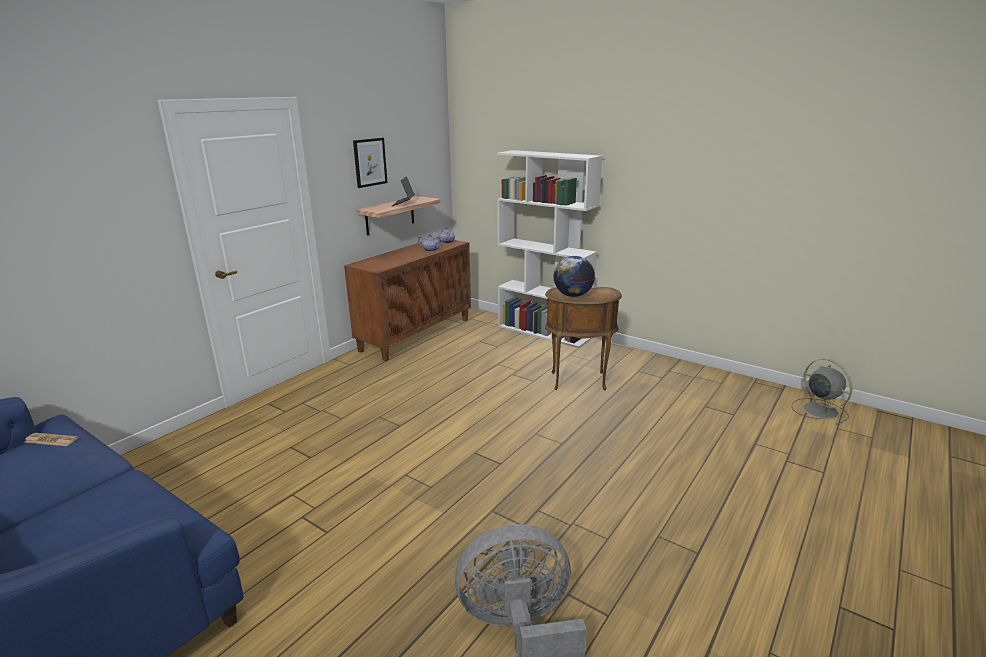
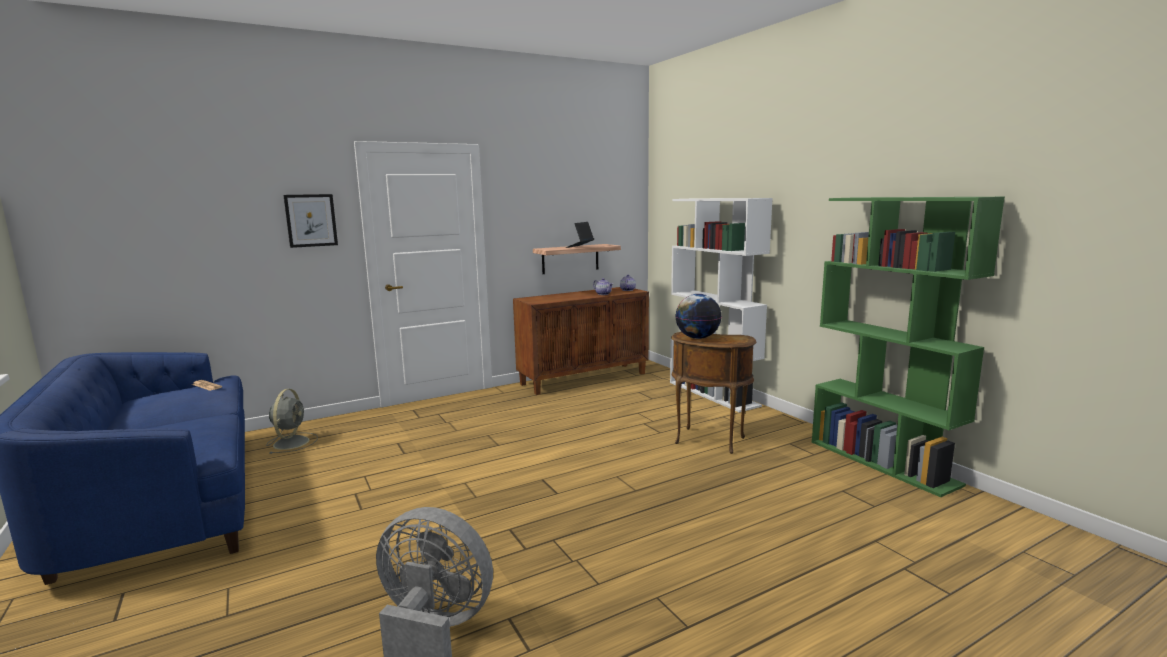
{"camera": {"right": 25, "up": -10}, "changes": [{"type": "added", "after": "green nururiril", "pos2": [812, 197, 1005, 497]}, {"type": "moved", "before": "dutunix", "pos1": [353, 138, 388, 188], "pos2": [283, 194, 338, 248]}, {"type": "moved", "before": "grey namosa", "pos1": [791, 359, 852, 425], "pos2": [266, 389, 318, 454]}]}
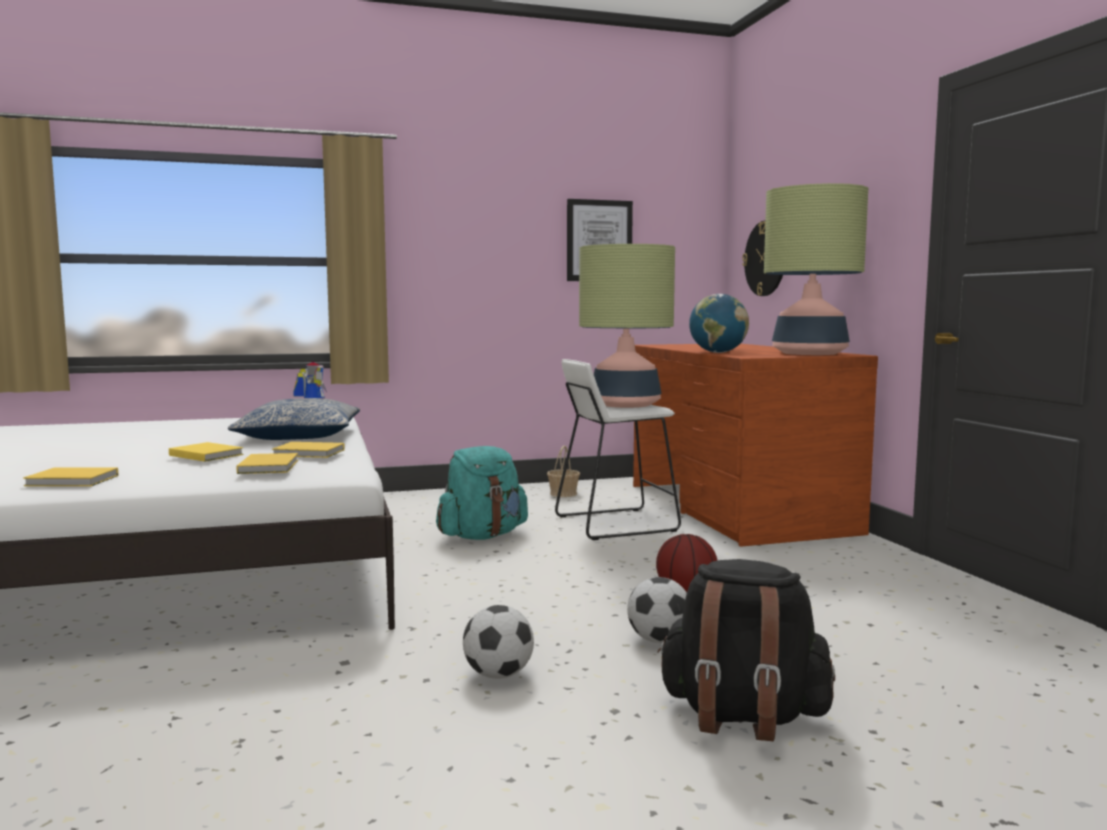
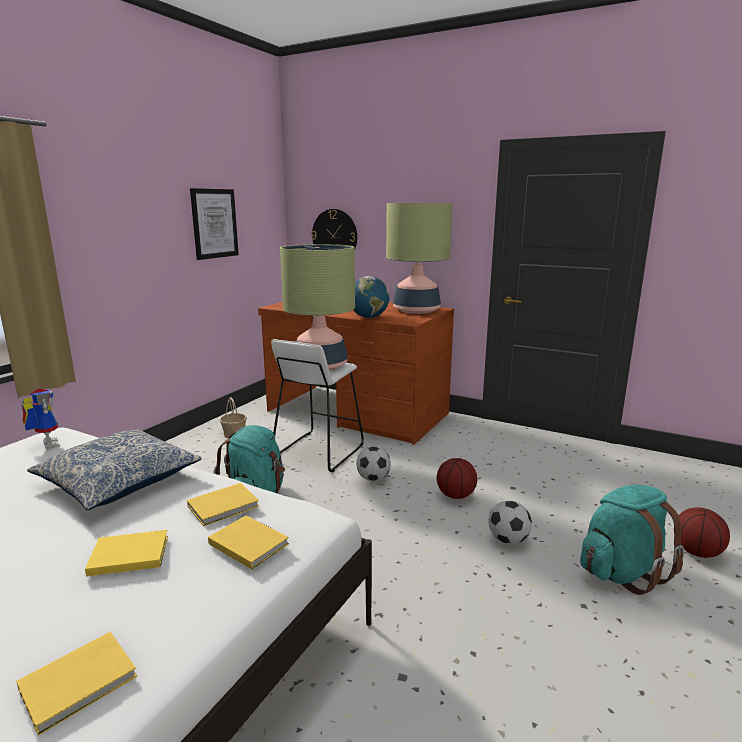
{"camera": {"right": -45, "up": 10}, "changes": [{"type": "added", "after": "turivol", "pos2": [674, 507, 730, 558]}, {"type": "moved", "before": "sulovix", "pos1": [463, 605, 534, 679], "pos2": [356, 446, 391, 481]}, {"type": "recoloured", "before": "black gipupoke", "after": "turquoise gipupoke", "pos1": [657, 559, 835, 741], "pos2": [580, 485, 684, 595]}]}
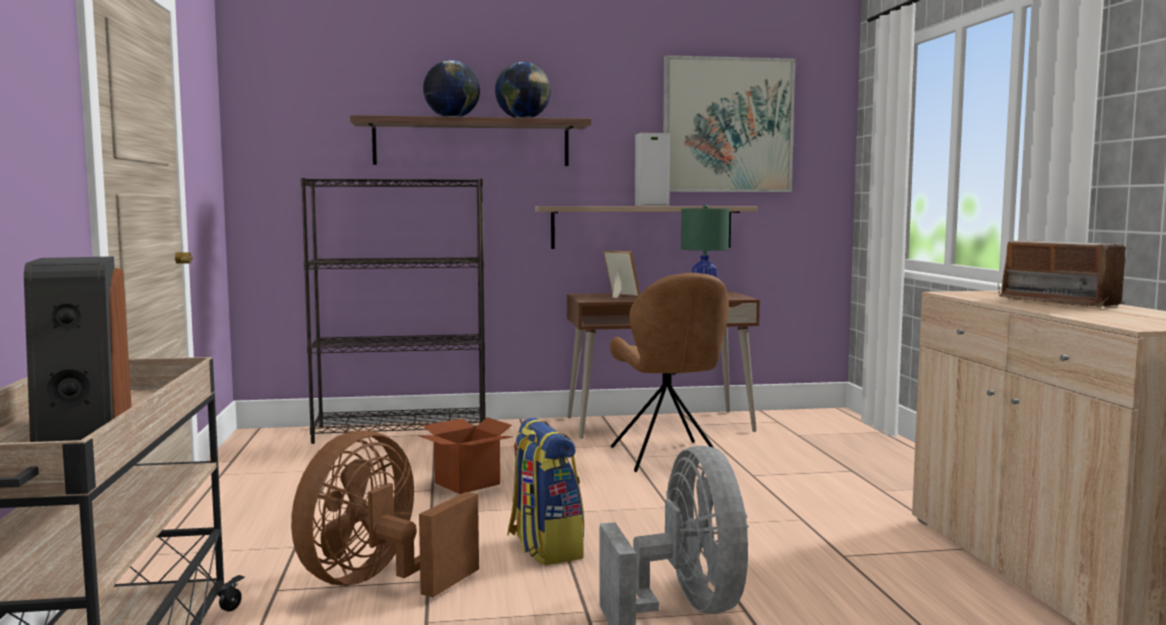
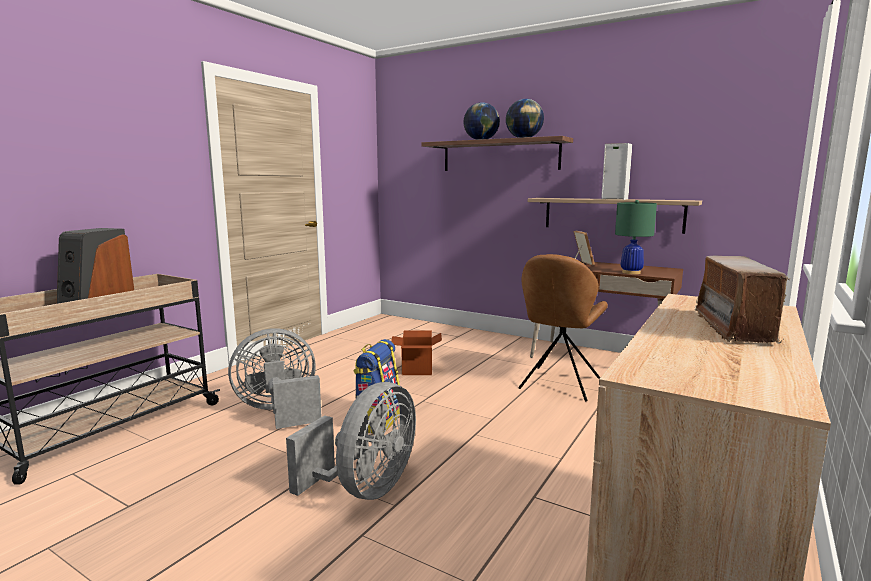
{"camera": {"right": 40, "up": 5}, "changes": [{"type": "removed", "before": "black nururiril", "pos1": [301, 178, 486, 444]}, {"type": "removed", "before": "dutunix", "pos1": [663, 55, 795, 192]}, {"type": "recoloured", "before": "brown namosa", "after": "grey namosa", "pos1": [291, 430, 479, 597], "pos2": [228, 328, 322, 429]}]}
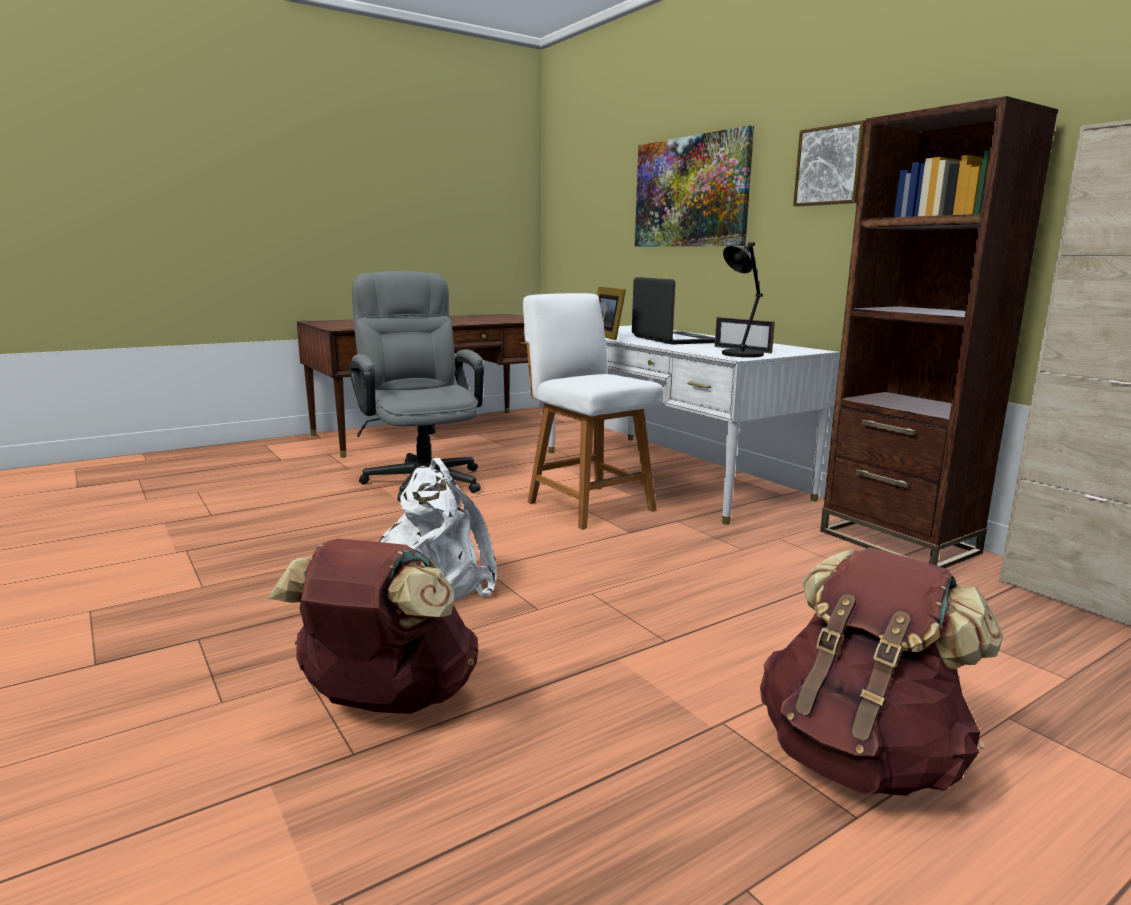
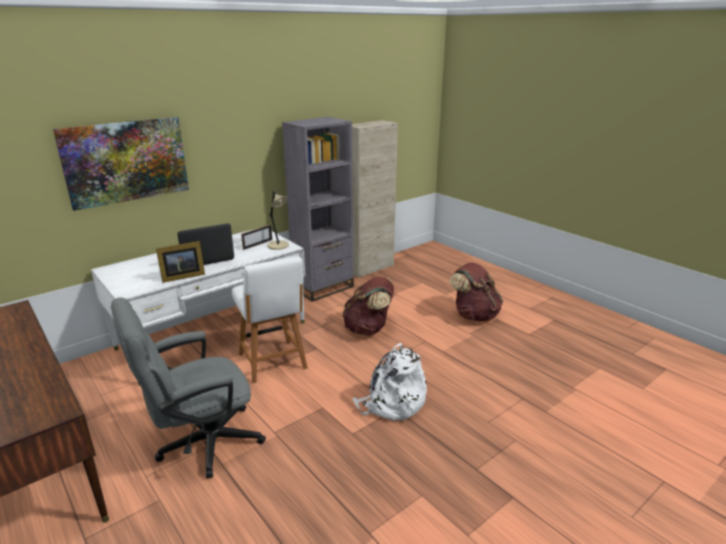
{"camera": {"right": -95, "up": 10}, "changes": [{"type": "removed", "before": "dutunix", "pos1": [793, 120, 866, 206]}, {"type": "moved", "before": "brown gipupoke", "pos1": [268, 539, 478, 714], "pos2": [342, 277, 394, 335]}, {"type": "recoloured", "before": "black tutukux", "after": "beige tutukux", "pos1": [722, 242, 764, 357], "pos2": [267, 191, 289, 250]}, {"type": "recoloured", "before": "brown nururiril", "after": "grey nururiril", "pos1": [820, 96, 1058, 568], "pos2": [282, 117, 354, 302]}, {"type": "turned", "before": "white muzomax", "pos1": [523, 293, 664, 529], "pos2": [232, 256, 308, 383], "turn": -75}]}
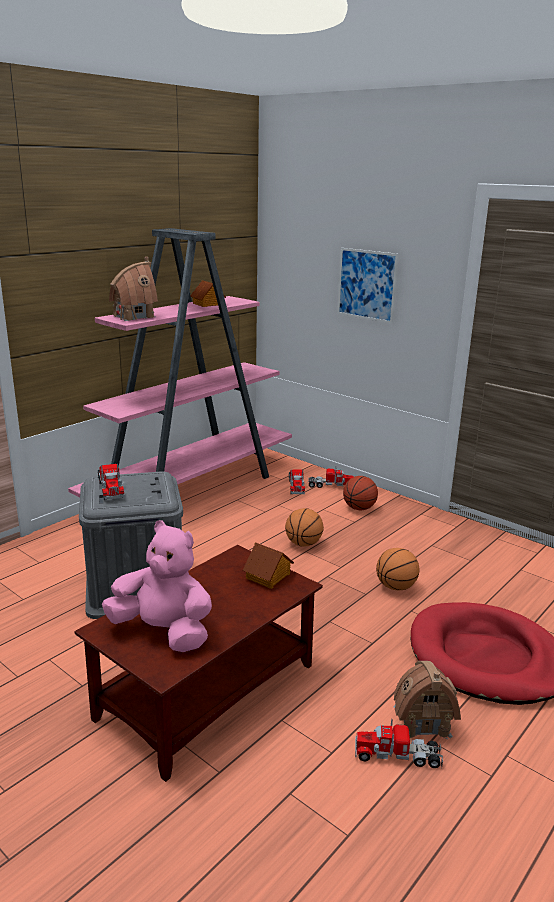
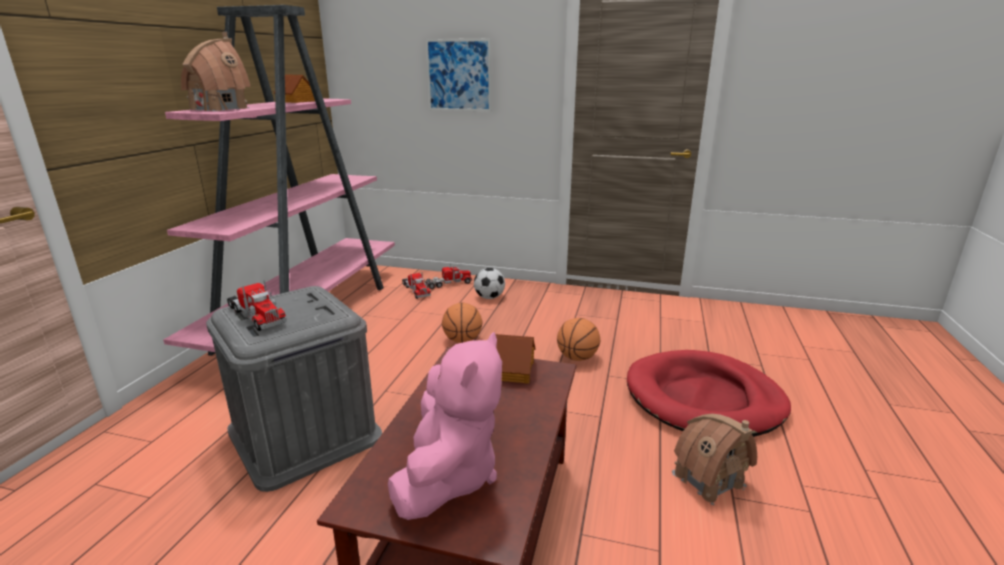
{"camera": {"right": -25, "up": 0}, "changes": [{"type": "removed", "before": "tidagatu", "pos1": [355, 719, 443, 768]}, {"type": "replaced", "before": "turivol", "after": "sulovix", "pos1": [343, 476, 378, 510], "pos2": [474, 268, 505, 299]}, {"type": "turned", "before": "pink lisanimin", "pos1": [102, 520, 212, 652], "pos2": [388, 332, 502, 520], "turn": 105}]}
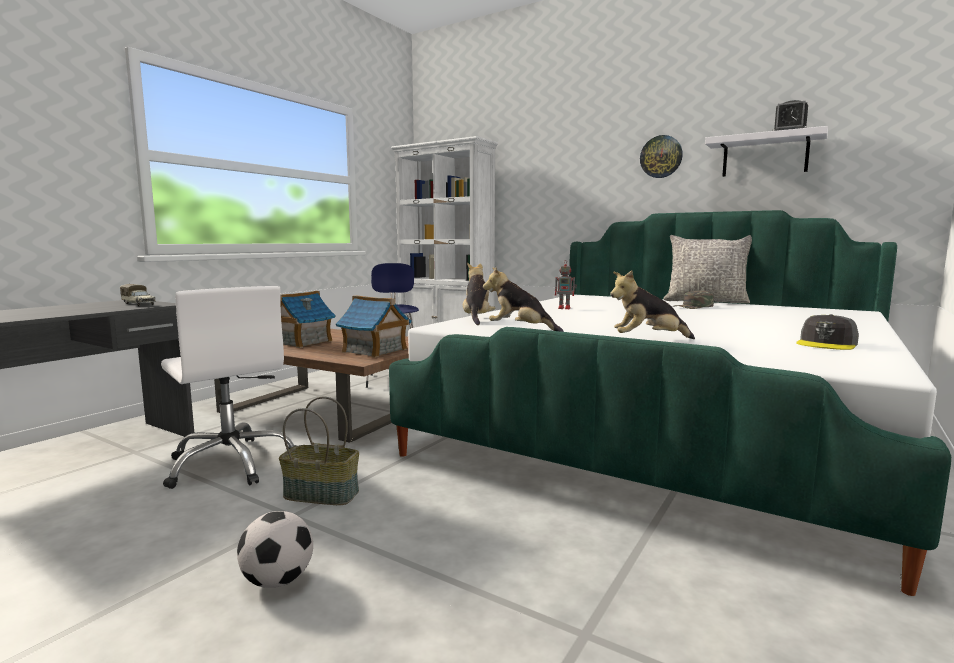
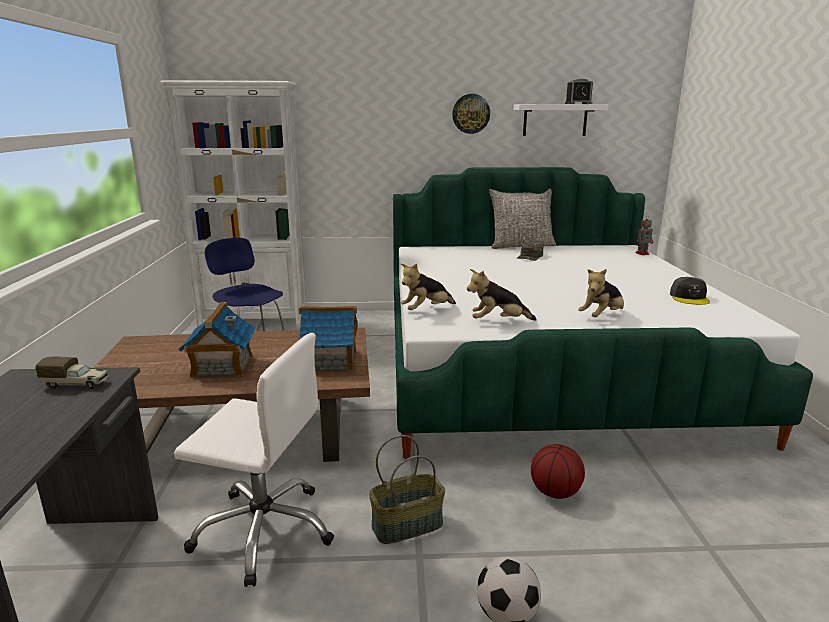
{"camera": {"right": -35, "up": 10}, "changes": [{"type": "added", "after": "turivol", "pos2": [531, 444, 585, 499]}, {"type": "moved", "before": "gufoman", "pos1": [555, 260, 577, 309], "pos2": [635, 215, 653, 255]}, {"type": "turned", "before": "lisanimin", "pos1": [463, 262, 495, 325], "pos2": [401, 264, 456, 310], "turn": -90}]}
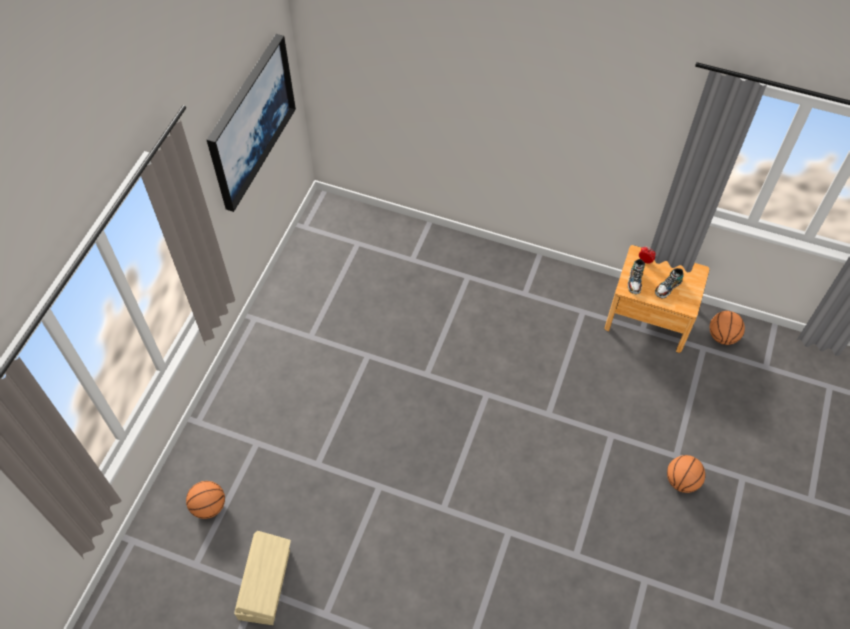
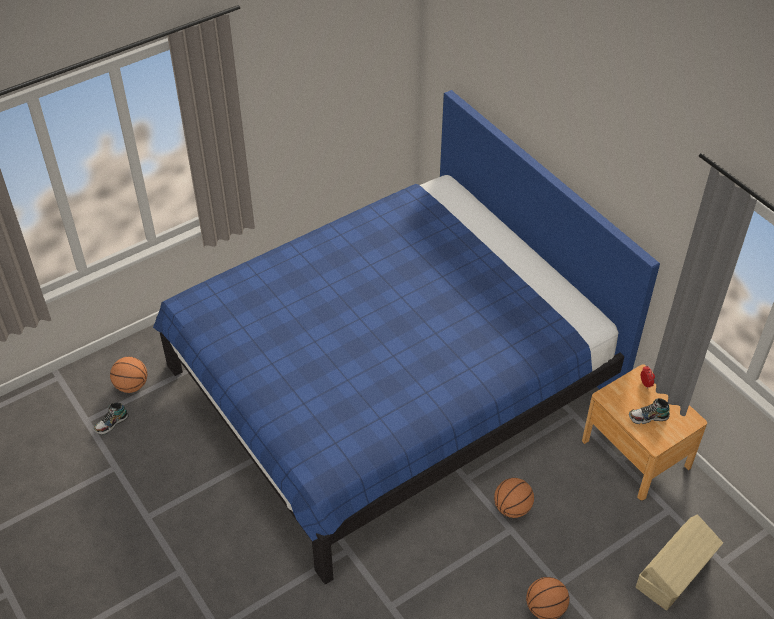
{"camera": {"right": 35, "up": -10}, "changes": [{"type": "removed", "before": "dutunix", "pos1": [207, 34, 296, 212]}, {"type": "added", "after": "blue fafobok", "pos2": [153, 90, 660, 584]}, {"type": "moved", "before": "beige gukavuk", "pos1": [234, 531, 291, 625], "pos2": [636, 515, 723, 611]}, {"type": "moved", "before": "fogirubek", "pos1": [628, 259, 645, 294], "pos2": [94, 403, 129, 435]}, {"type": "moved", "before": "turivol", "pos1": [710, 311, 745, 345], "pos2": [494, 478, 534, 518]}]}
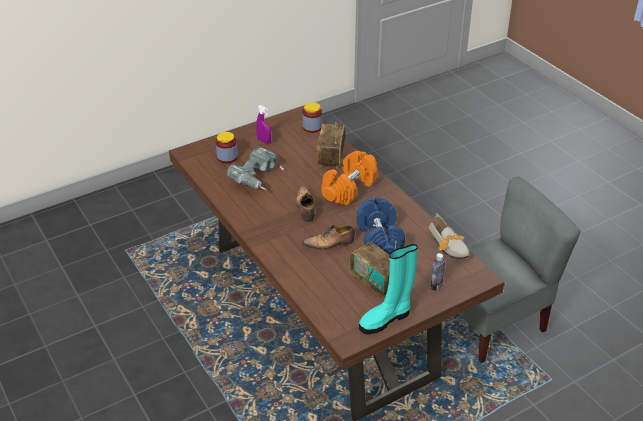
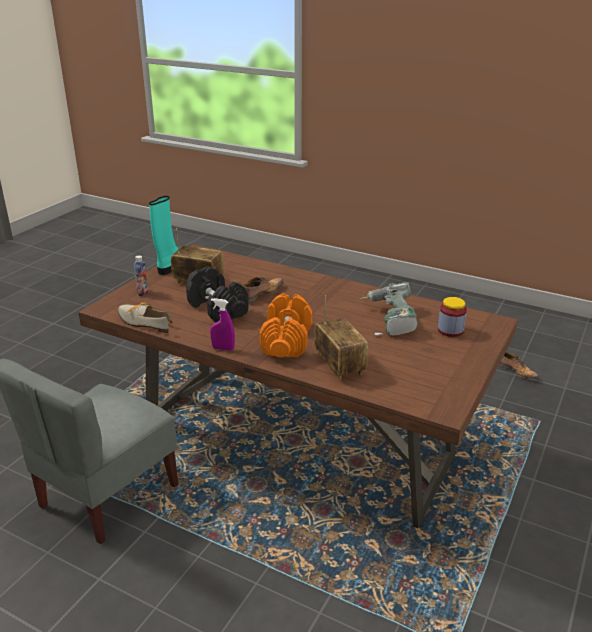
{"camera": {"right": 150, "up": -10}, "changes": [{"type": "removed", "before": "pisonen", "pos1": [303, 102, 322, 133]}, {"type": "moved", "before": "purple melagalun", "pos1": [256, 105, 271, 144], "pos2": [210, 298, 235, 351]}, {"type": "moved", "before": "fogirubek", "pos1": [296, 186, 315, 222], "pos2": [500, 352, 539, 380]}, {"type": "recoloured", "before": "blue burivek", "after": "black burivek", "pos1": [357, 197, 405, 254], "pos2": [186, 266, 248, 322]}]}
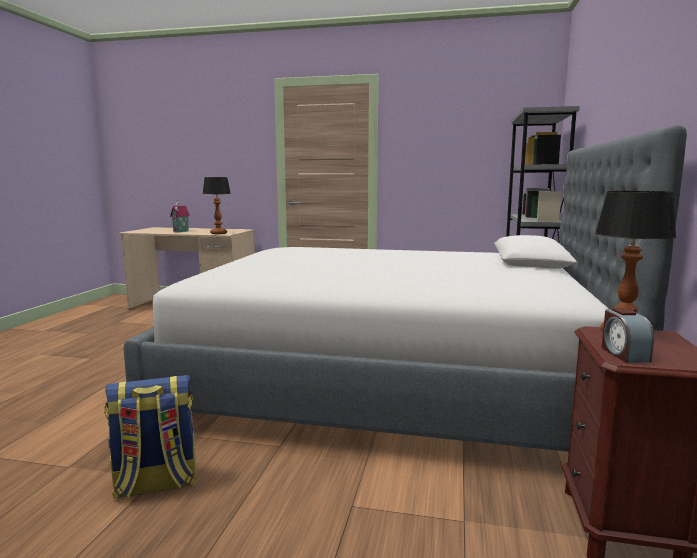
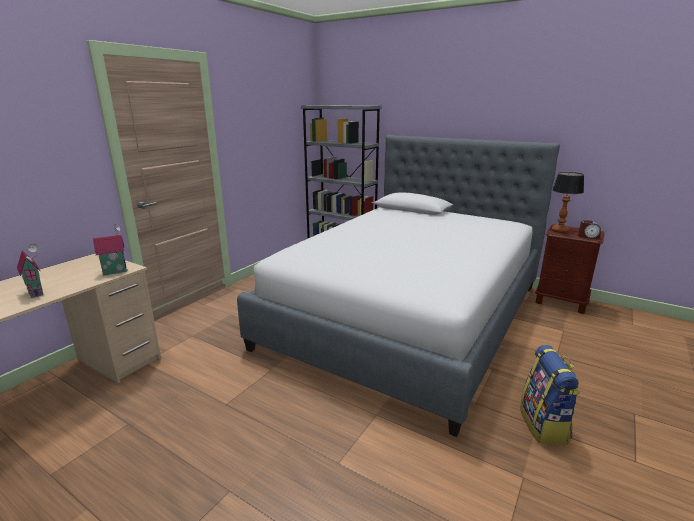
{"camera": {"right": -70, "up": 10}, "changes": [{"type": "replaced", "before": "tutukux", "after": "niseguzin", "pos1": [203, 177, 231, 234], "pos2": [93, 224, 128, 275]}]}
